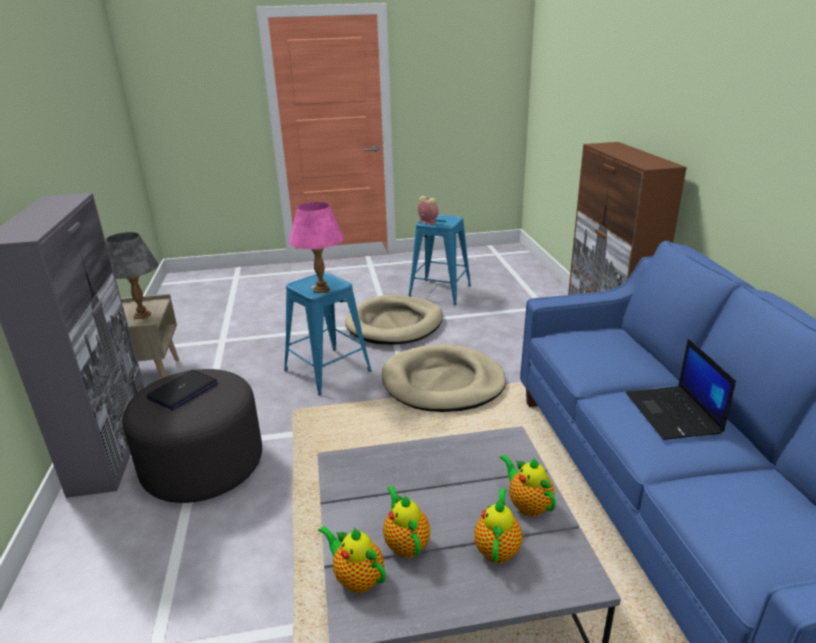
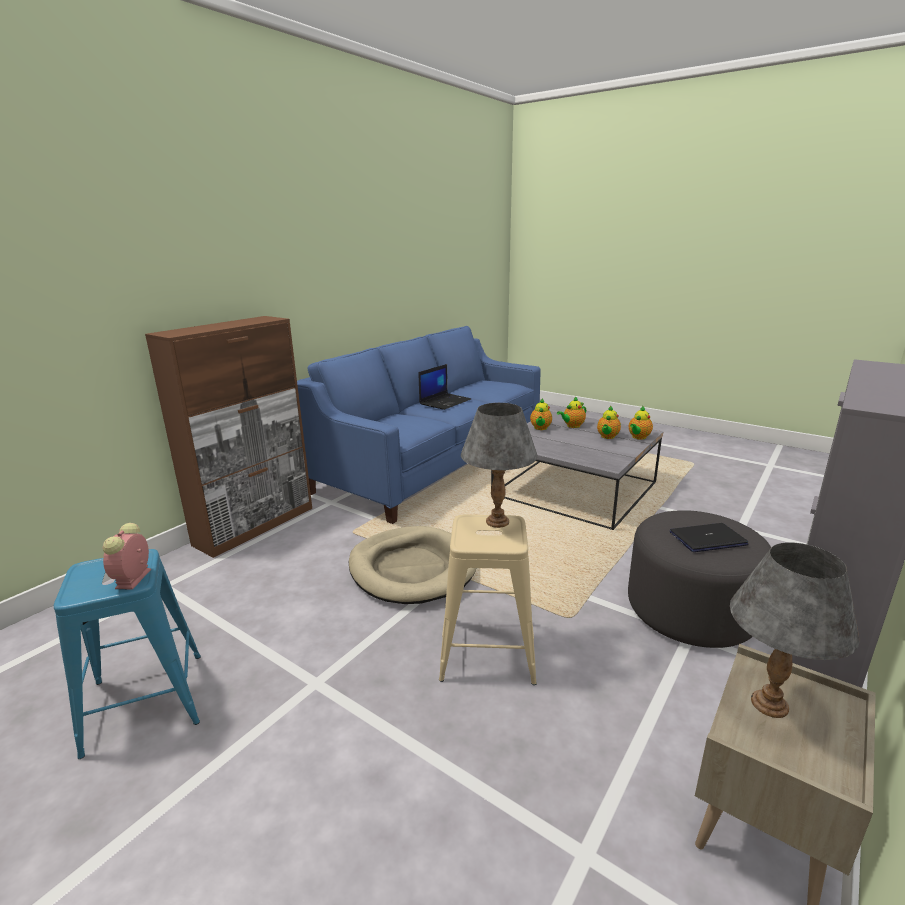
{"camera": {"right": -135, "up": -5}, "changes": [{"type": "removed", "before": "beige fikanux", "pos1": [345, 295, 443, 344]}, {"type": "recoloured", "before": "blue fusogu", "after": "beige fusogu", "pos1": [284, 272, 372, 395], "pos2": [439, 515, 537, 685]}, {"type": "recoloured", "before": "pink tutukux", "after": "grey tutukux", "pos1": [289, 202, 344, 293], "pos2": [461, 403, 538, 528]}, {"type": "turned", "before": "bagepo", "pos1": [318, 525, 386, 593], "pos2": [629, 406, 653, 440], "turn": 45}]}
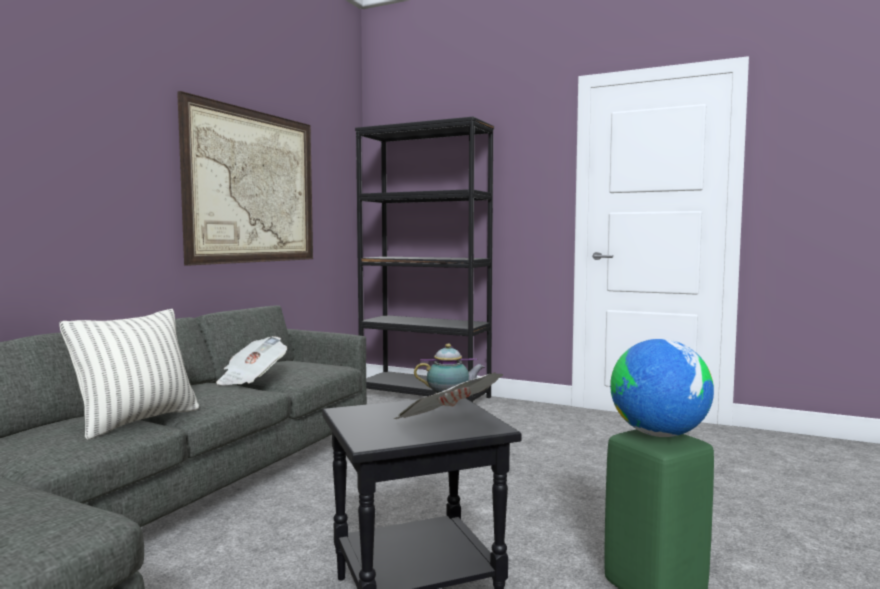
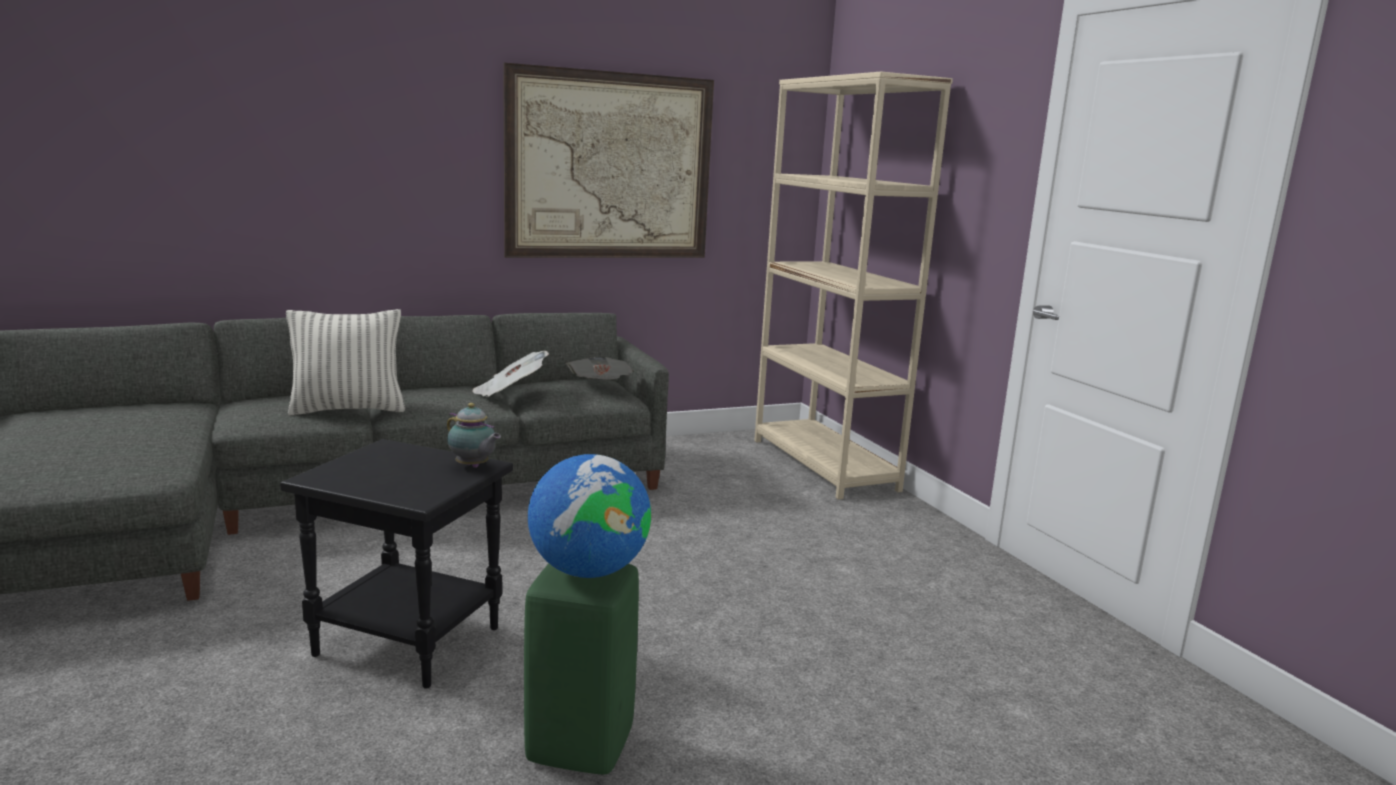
{"camera": {"right": 40, "up": 10}, "changes": [{"type": "moved", "before": "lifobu", "pos1": [394, 372, 503, 419], "pos2": [566, 357, 634, 379]}, {"type": "recoloured", "before": "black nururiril", "after": "beige nururiril", "pos1": [355, 117, 494, 402], "pos2": [754, 72, 953, 500]}]}
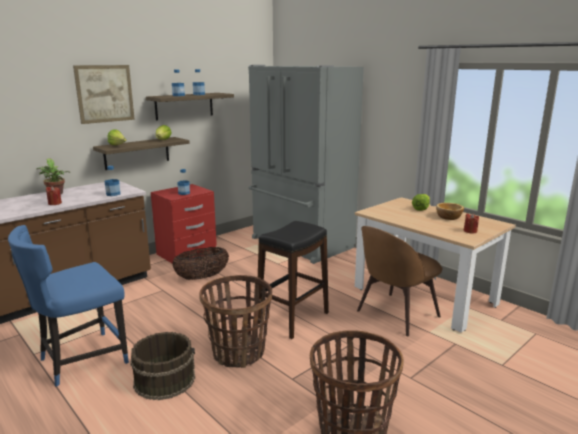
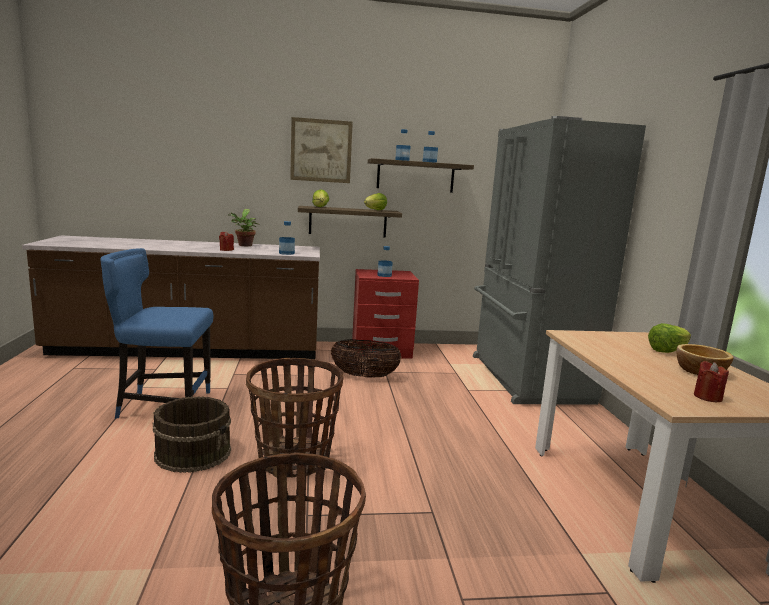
{"camera": {"right": 35, "up": -5}, "changes": [{"type": "removed", "before": "black fusogu", "pos1": [258, 221, 329, 339]}, {"type": "removed", "before": "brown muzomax", "pos1": [357, 226, 443, 336]}]}
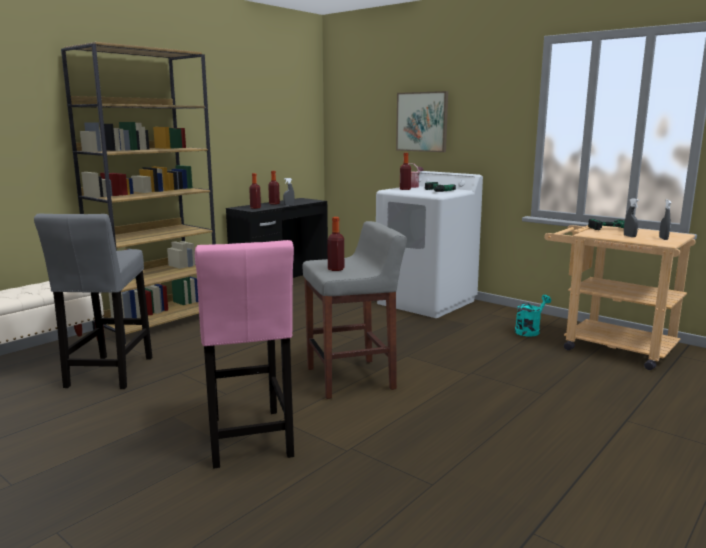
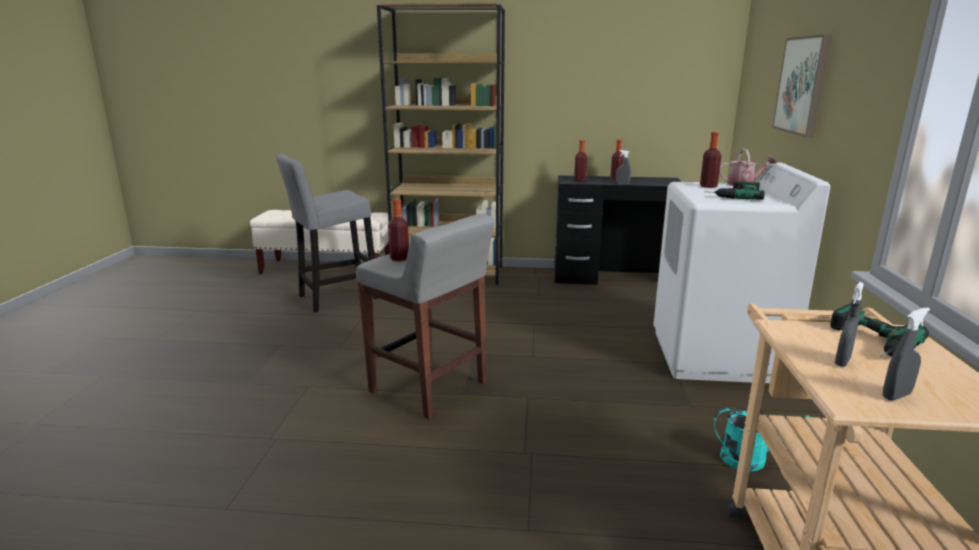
{"camera": {"right": 55, "up": 5}, "changes": [{"type": "removed", "before": "pink fusogu", "pos1": [195, 240, 294, 469]}]}
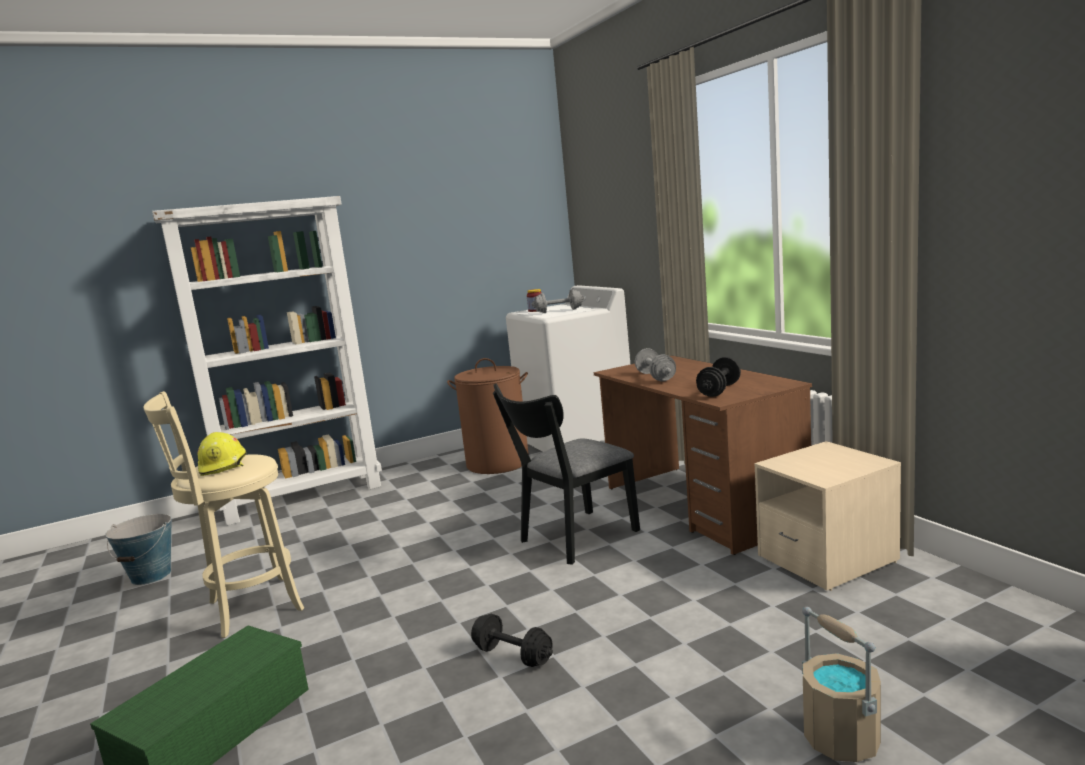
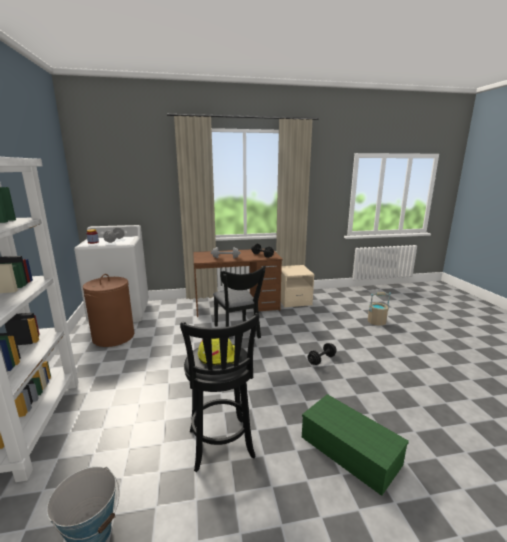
{"camera": {"right": -75, "up": 5}, "changes": [{"type": "recoloured", "before": "beige fusogu", "after": "black fusogu", "pos1": [143, 391, 304, 638], "pos2": [180, 313, 259, 472]}]}
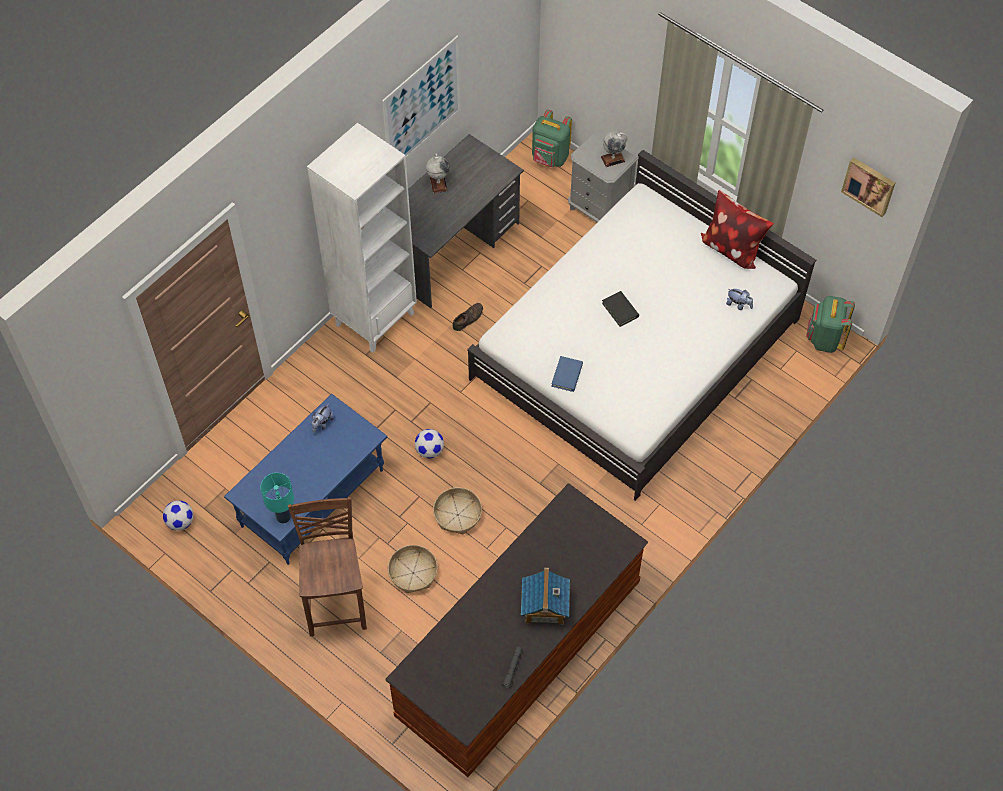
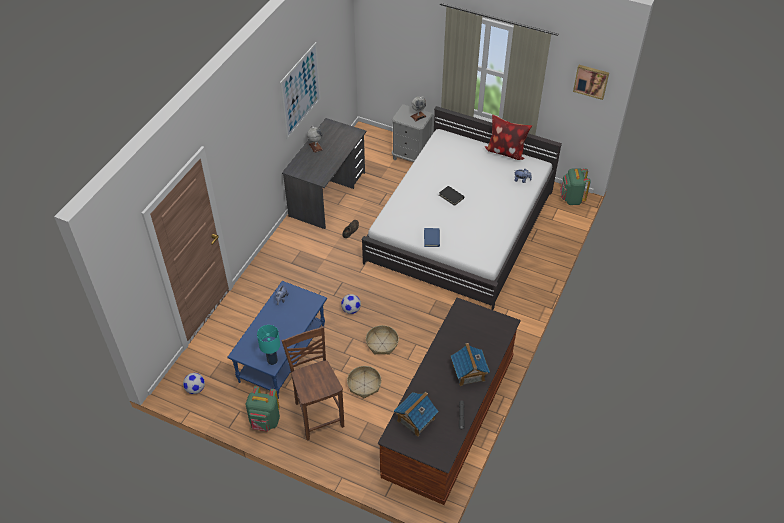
{"camera": {"right": -15, "up": -10}, "changes": [{"type": "removed", "before": "white nururiril", "pos1": [307, 123, 417, 353]}, {"type": "added", "after": "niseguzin", "pos2": [394, 392, 439, 437]}, {"type": "moved", "before": "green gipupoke", "pos1": [532, 110, 572, 167], "pos2": [246, 386, 280, 431]}]}
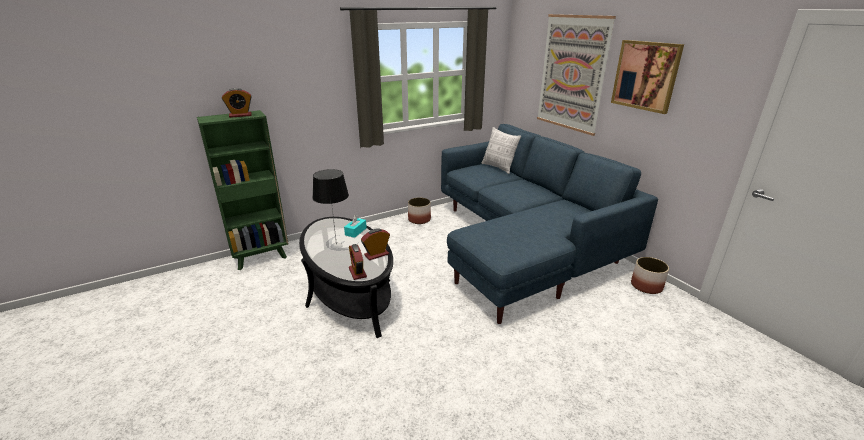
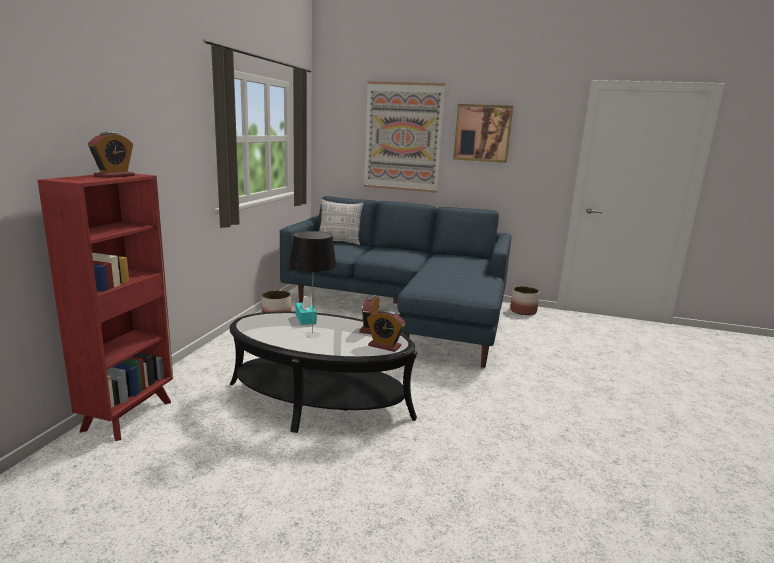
{"camera": {"right": -45, "up": -10}, "changes": [{"type": "recoloured", "before": "green nururiril", "after": "red nururiril", "pos1": [197, 110, 288, 270], "pos2": [38, 174, 173, 441]}]}
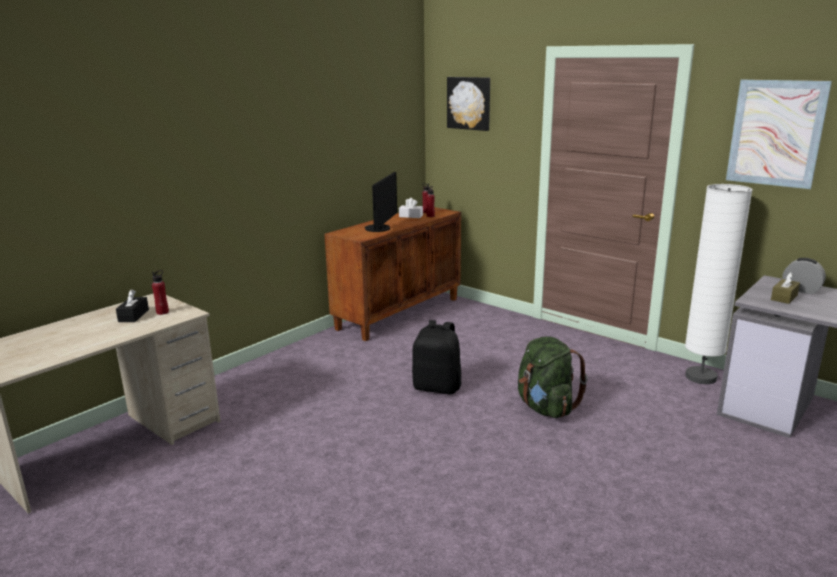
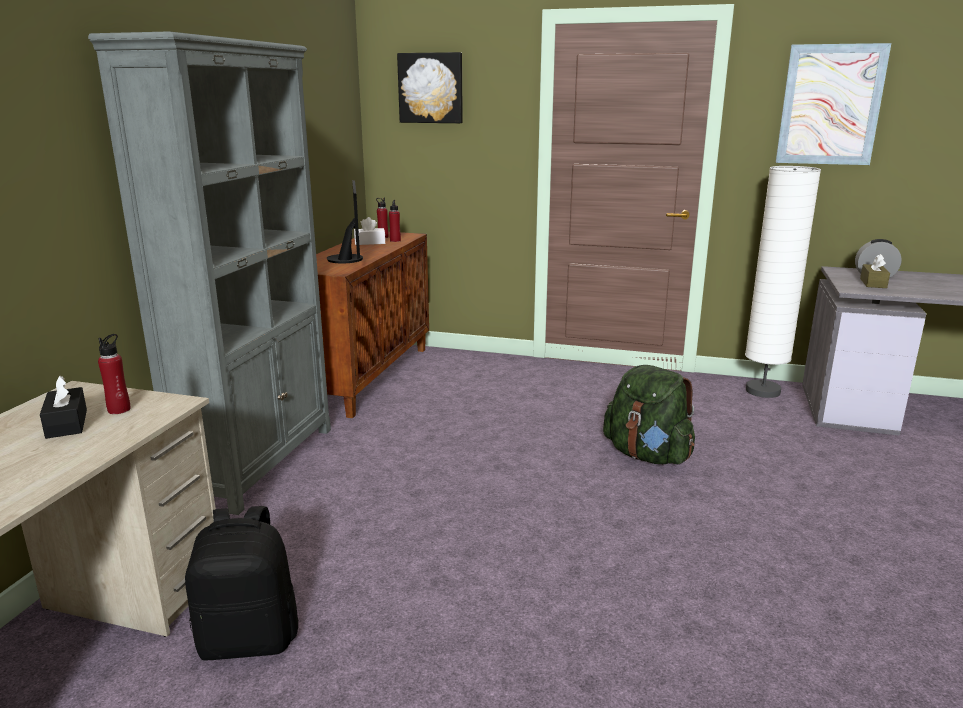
{"camera": {"right": -25, "up": 0}, "changes": [{"type": "added", "after": "grey nururiril", "pos2": [88, 31, 331, 515]}, {"type": "moved", "before": "black gipupoke", "pos1": [412, 320, 461, 394], "pos2": [185, 506, 298, 661]}]}
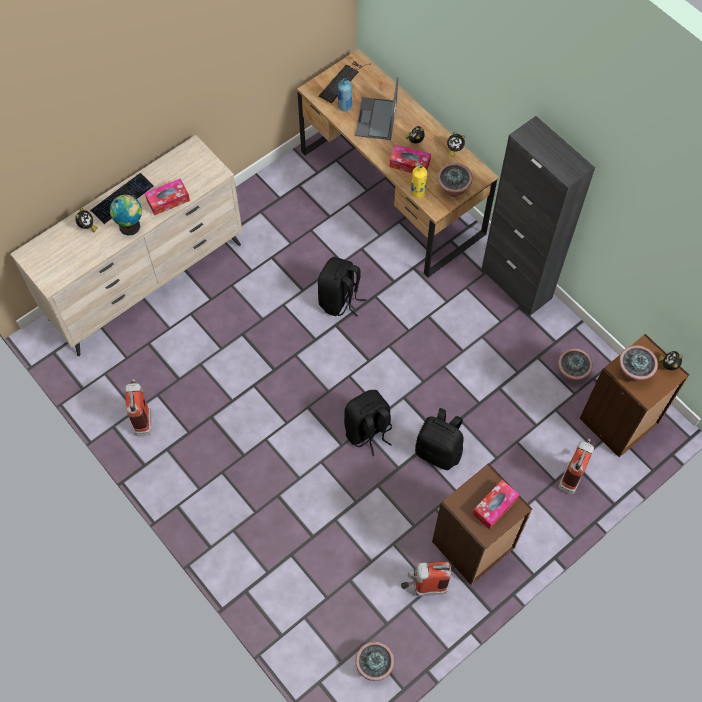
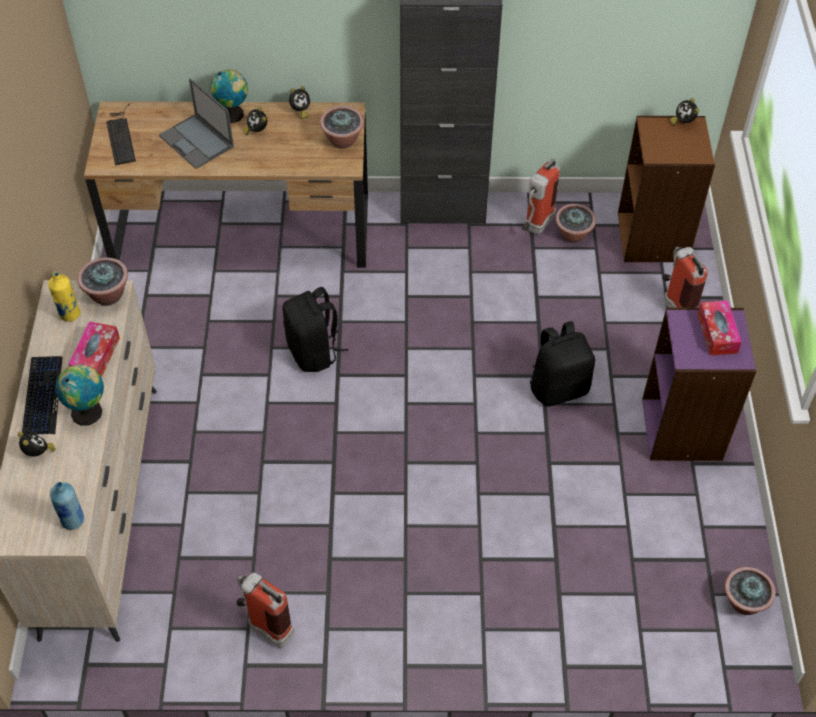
{"camera": {"right": -50, "up": -10}, "changes": [{"type": "removed", "before": "black gipupoke", "pos1": [344, 390, 392, 456]}, {"type": "removed", "before": "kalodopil", "pos1": [390, 145, 431, 173]}, {"type": "added", "after": "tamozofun", "pos2": [210, 70, 248, 123]}, {"type": "moved", "before": "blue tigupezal", "pos1": [338, 78, 352, 111], "pos2": [50, 482, 84, 530]}, {"type": "moved", "before": "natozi", "pos1": [401, 561, 451, 596], "pos2": [522, 158, 560, 235]}, {"type": "moved", "before": "yellow tigupezal", "pos1": [411, 165, 427, 198], "pos2": [48, 272, 81, 322]}, {"type": "moved", "before": "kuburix", "pos1": [619, 345, 658, 382], "pos2": [77, 257, 128, 306]}, {"type": "recoloured", "before": "brown nururiril", "after": "purple nururiril", "pos1": [432, 463, 532, 585], "pos2": [642, 308, 756, 461]}]}
